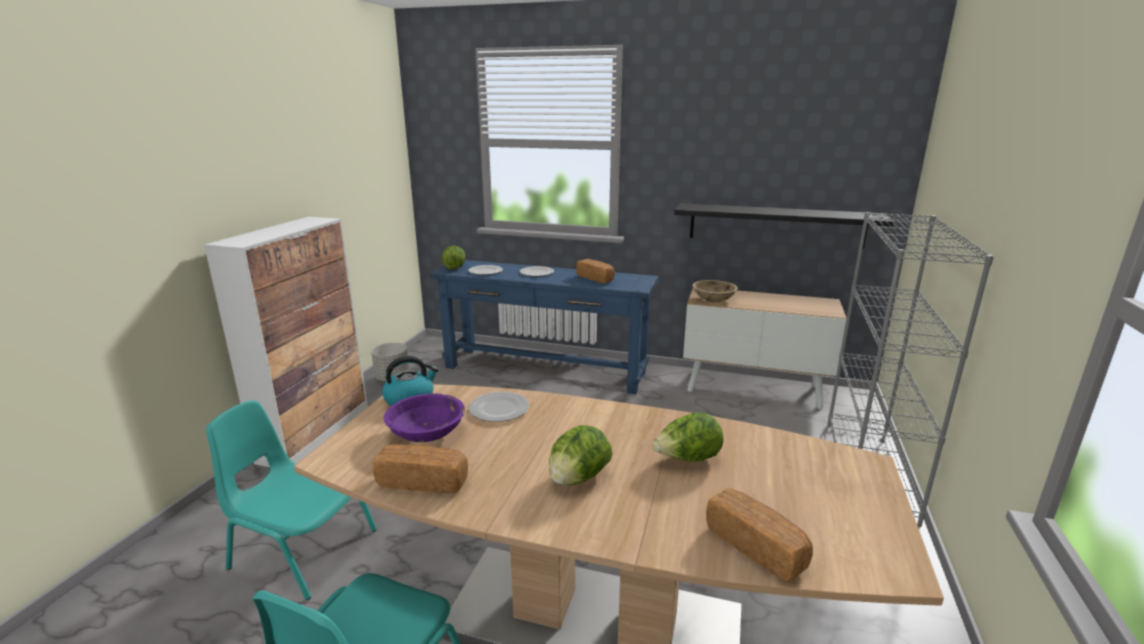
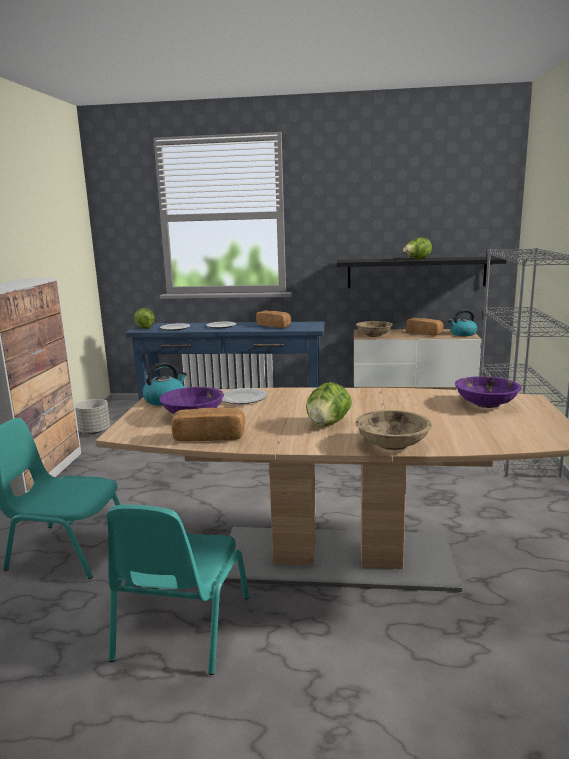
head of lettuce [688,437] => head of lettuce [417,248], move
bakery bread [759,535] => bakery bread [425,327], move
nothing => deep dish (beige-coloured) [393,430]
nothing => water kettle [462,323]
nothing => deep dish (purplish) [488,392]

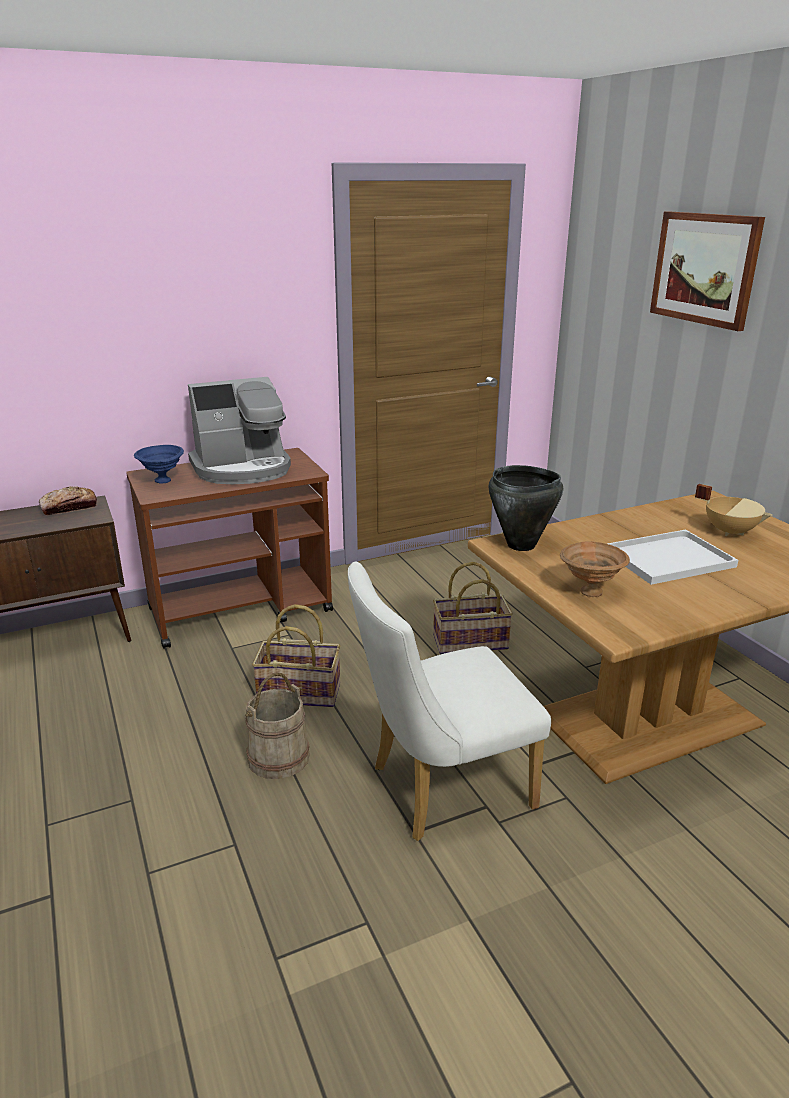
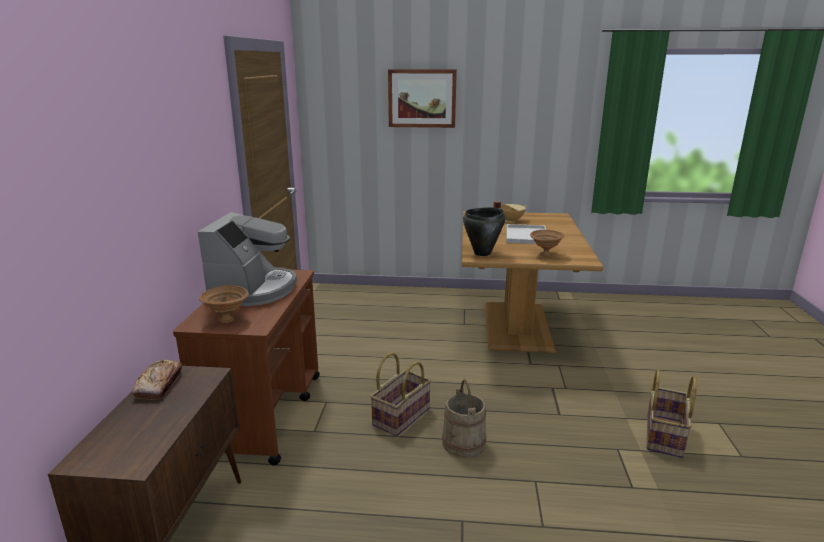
deep dish (blue) [159,464] => deep dish (brown-coloured) [224,304]
chair (whitish) [449,701] => nothing
household basket [473,608] => household basket [672,413], move

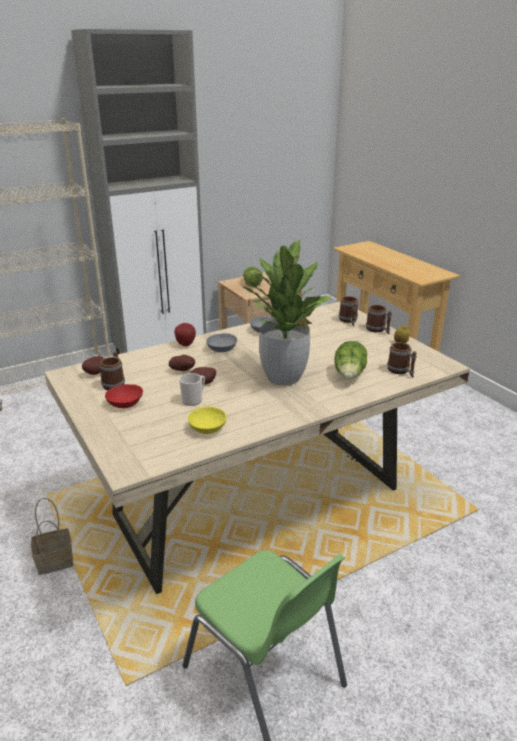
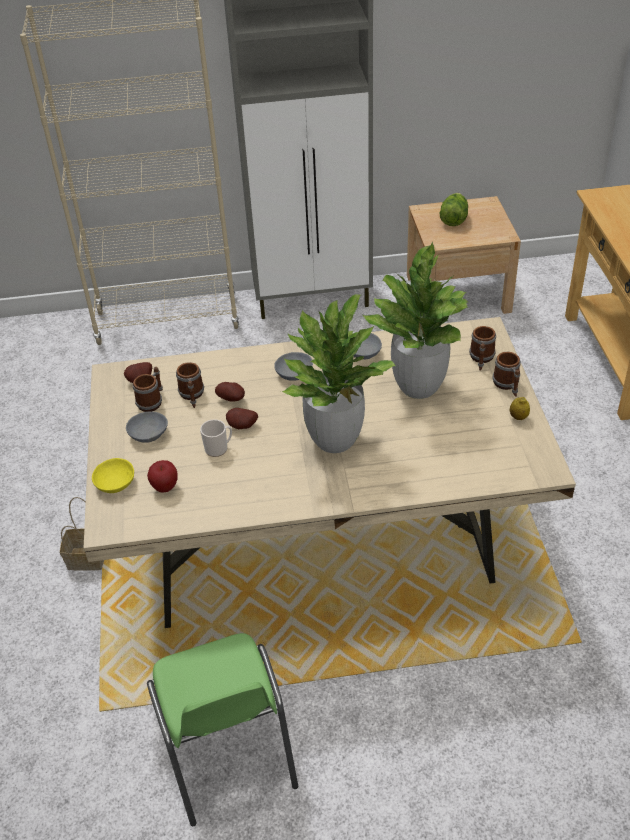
deep dish (red) [124,396] => deep dish (greyish) [147,427]
apple fruit [185,334] => apple fruit [162,476], move
deep dish (yellow) [207,420] => deep dish (yellow) [113,475], move
head of lettuce [350,360] => nothing
mug [402,360] => mug [190,385], move
nothing => plant in a pot [415,320]

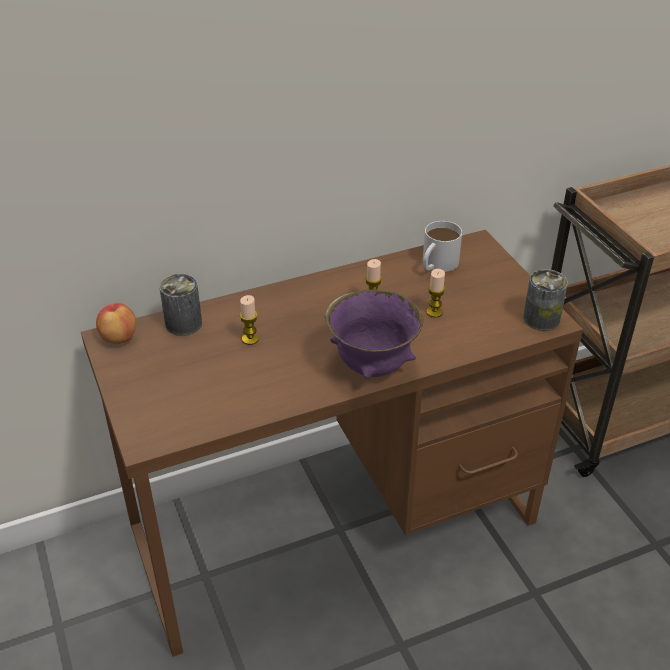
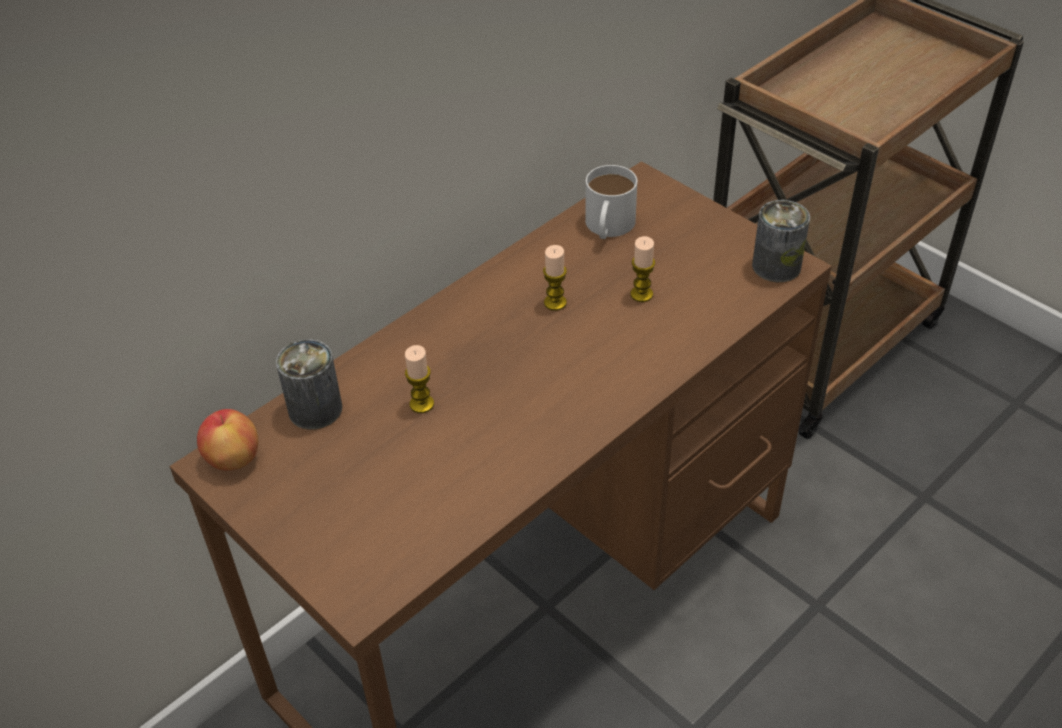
deep dish (purplish) [374,334] => nothing

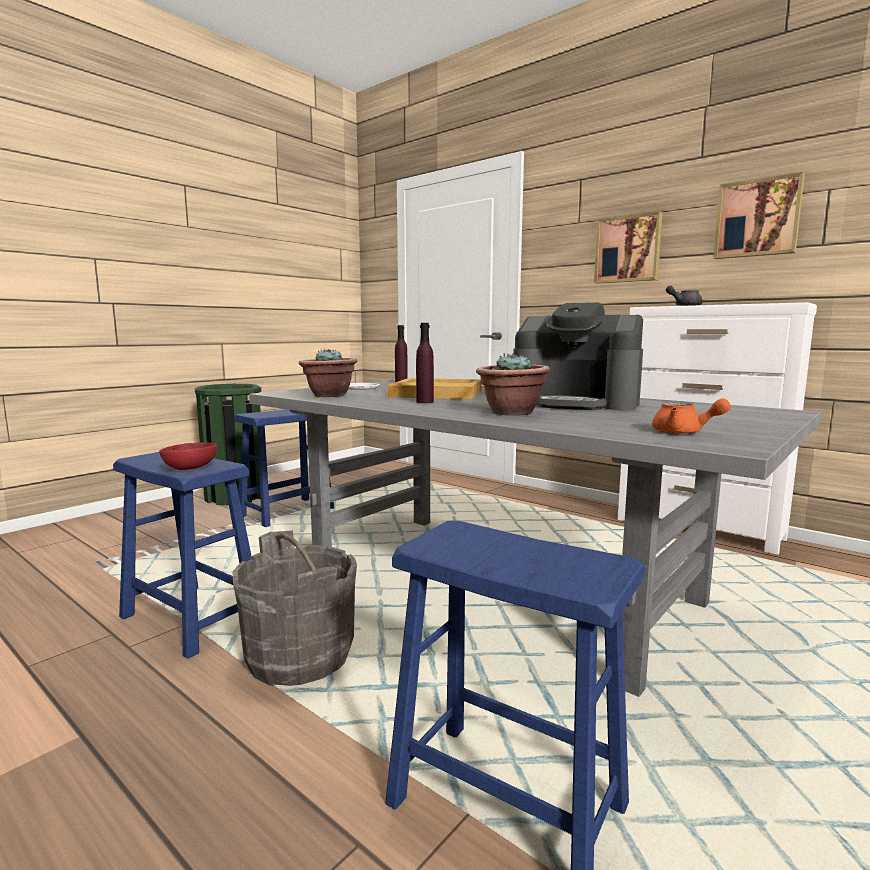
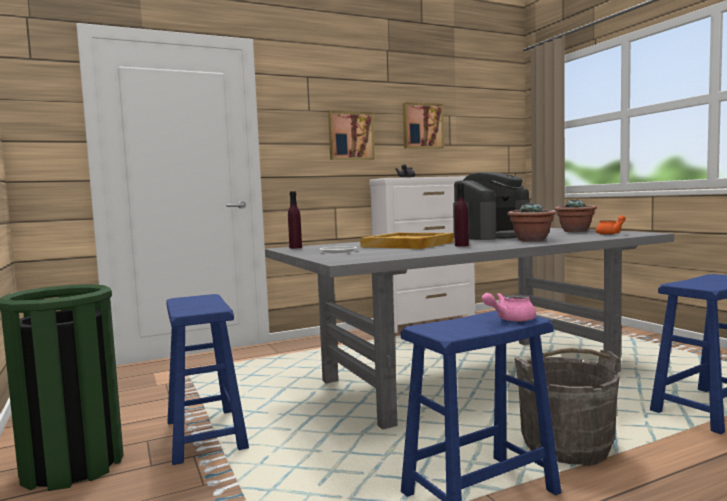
deep dish (red) [188,456] => pot for tea (pink-coloured) [509,307]
plant in a pot [328,373] => plant in a pot [575,215], move

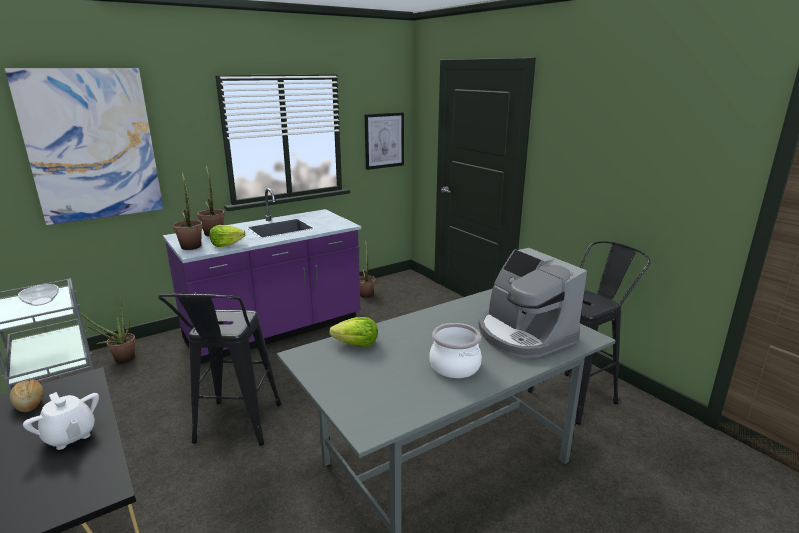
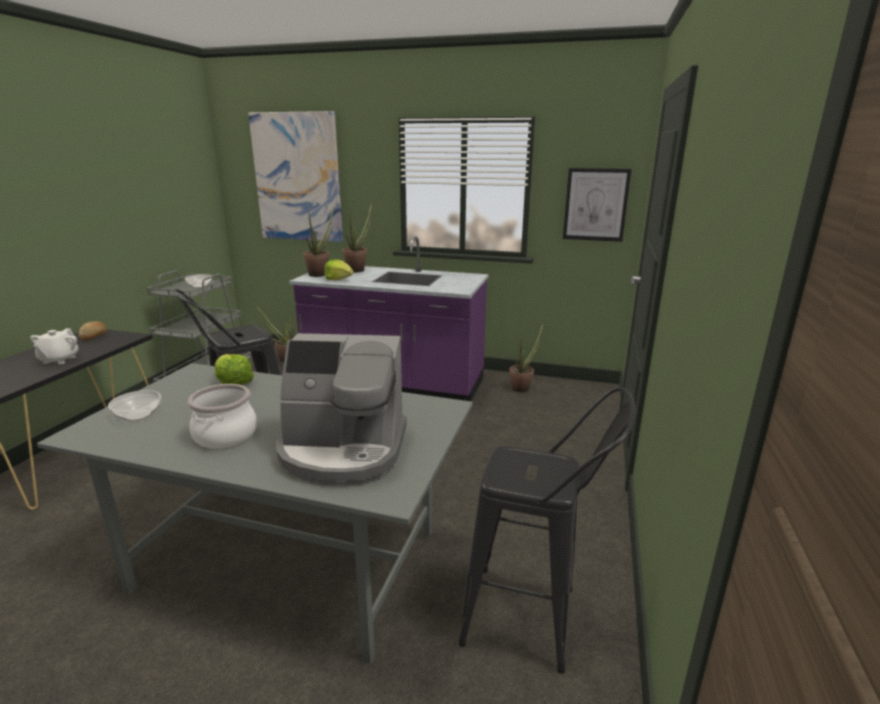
coffee brewer [532,303] => coffee brewer [341,409], 105 degrees counterclockwise
nothing => deep dish [134,405]

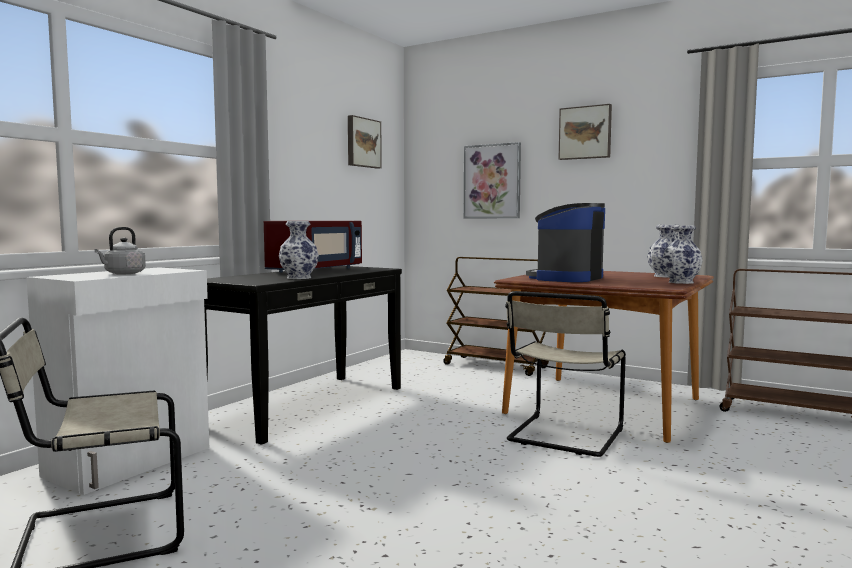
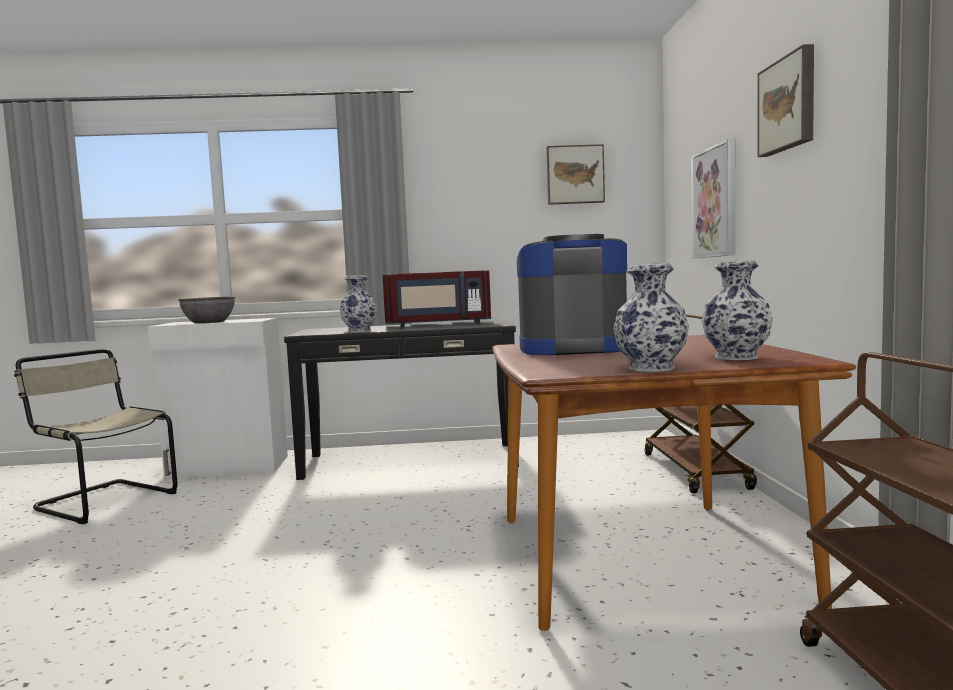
water kettle (greyish) [120,250] => deep dish (greyish) [207,309]
chair (beige-coloured) [565,374] => nothing

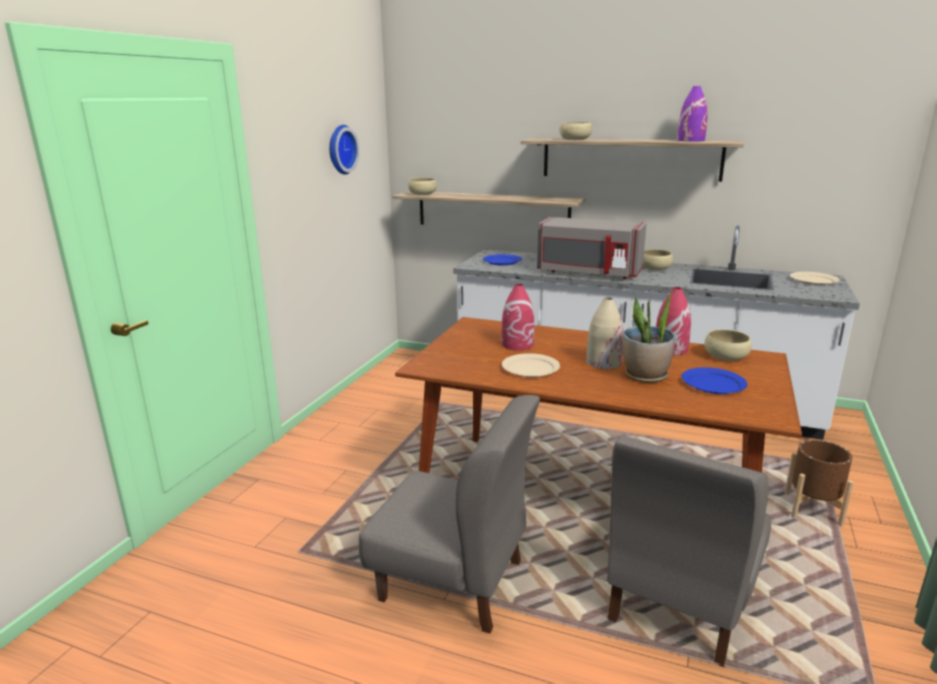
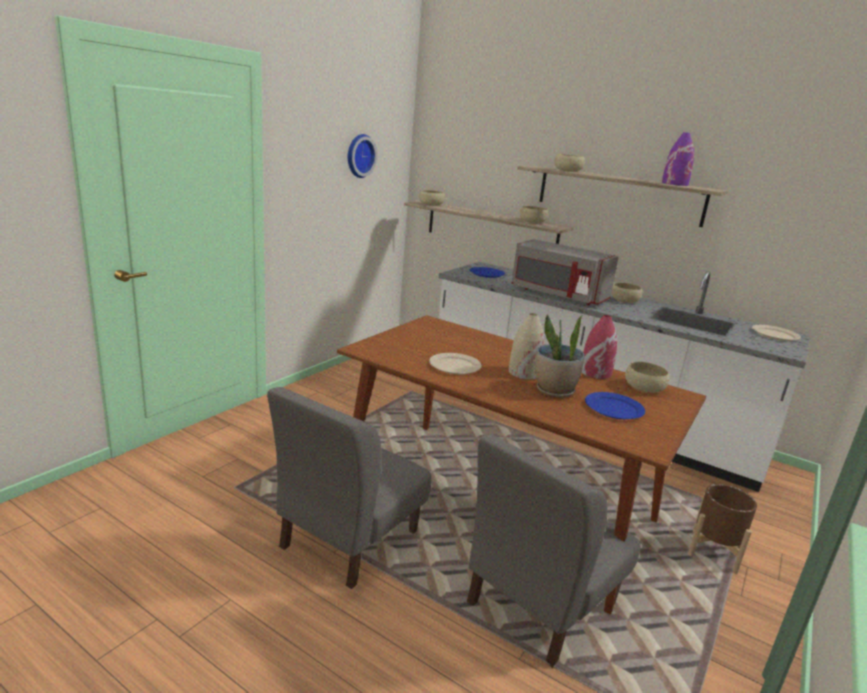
chair (greyish) [449,514] => chair (greyish) [349,488], 90 degrees clockwise
vase (red) [517,317] => nothing
nothing => deep dish (beige-coloured) [534,214]

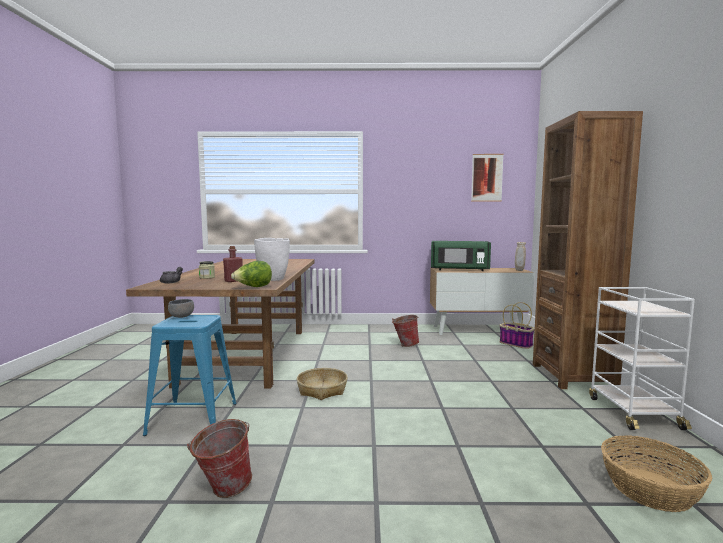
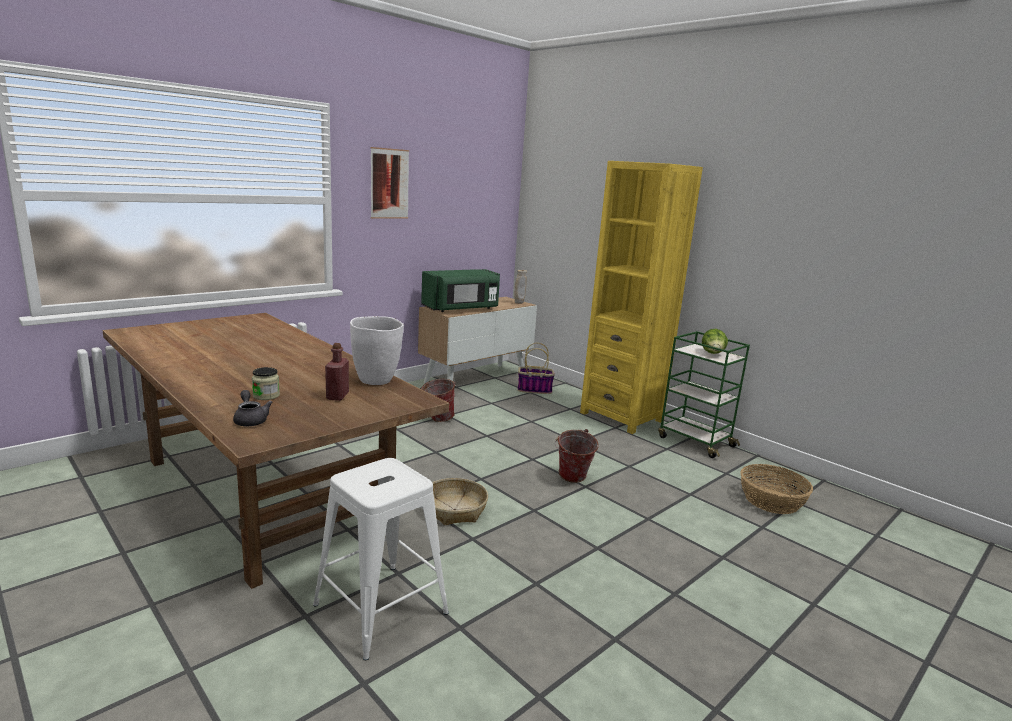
stool (blue) [190,375] => stool (whitish) [381,559]
deep dish (greyish) [181,308] => nothing
pail [219,458] => pail [577,456], move
head of lettuce [251,274] => head of lettuce [715,341], move
wall art [487,177] => wall art [389,183], move
bookshelf (brown-coloured) [588,250] => bookshelf (yellow) [641,297]
cart (whitish) [642,358] => cart (green-coloured) [704,394]

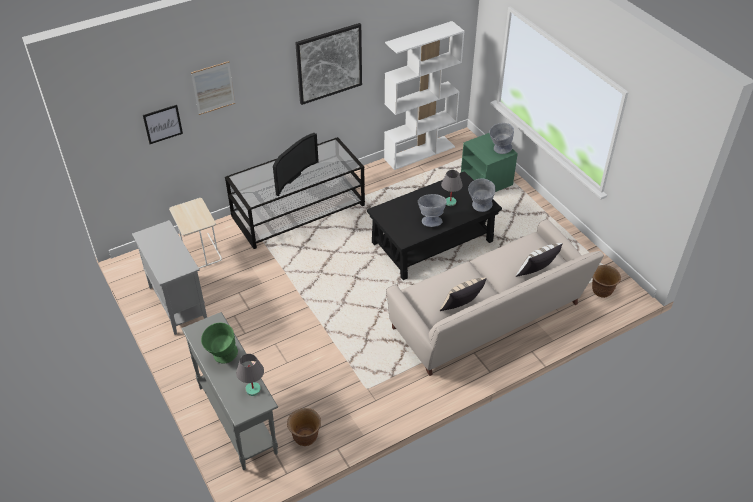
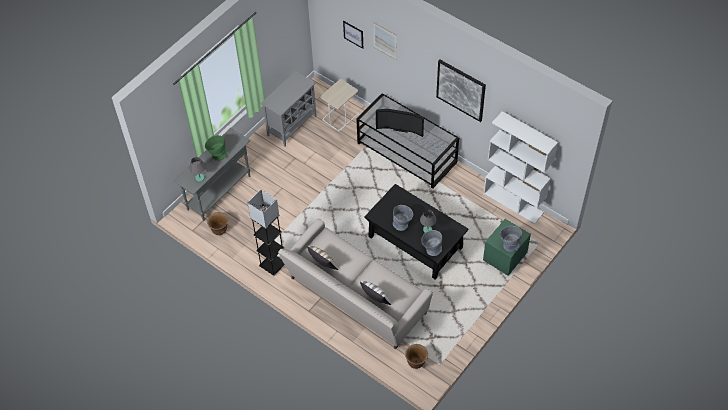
nothing => standing lamp (greyish) [266,232]

